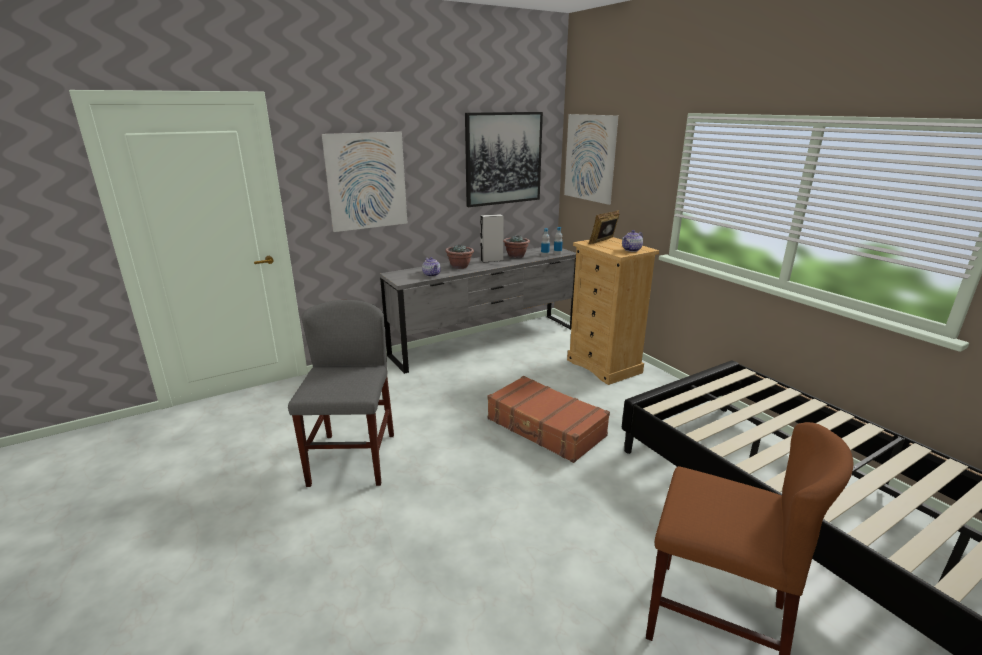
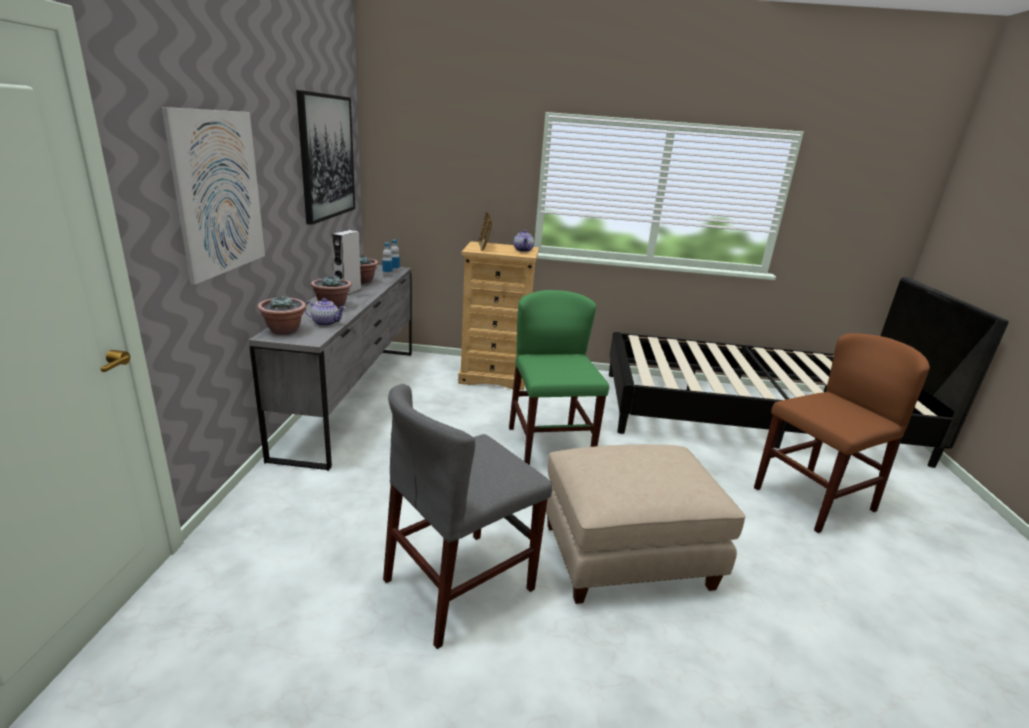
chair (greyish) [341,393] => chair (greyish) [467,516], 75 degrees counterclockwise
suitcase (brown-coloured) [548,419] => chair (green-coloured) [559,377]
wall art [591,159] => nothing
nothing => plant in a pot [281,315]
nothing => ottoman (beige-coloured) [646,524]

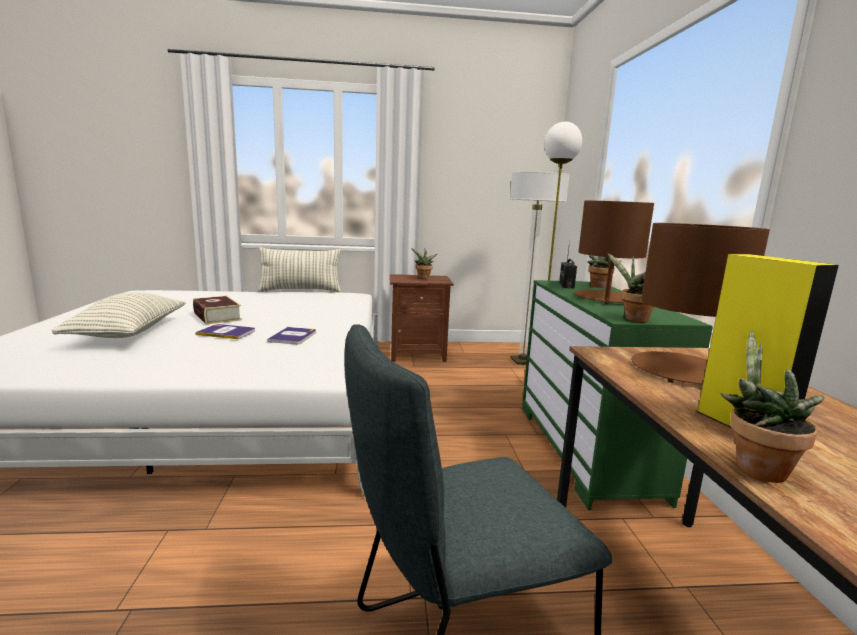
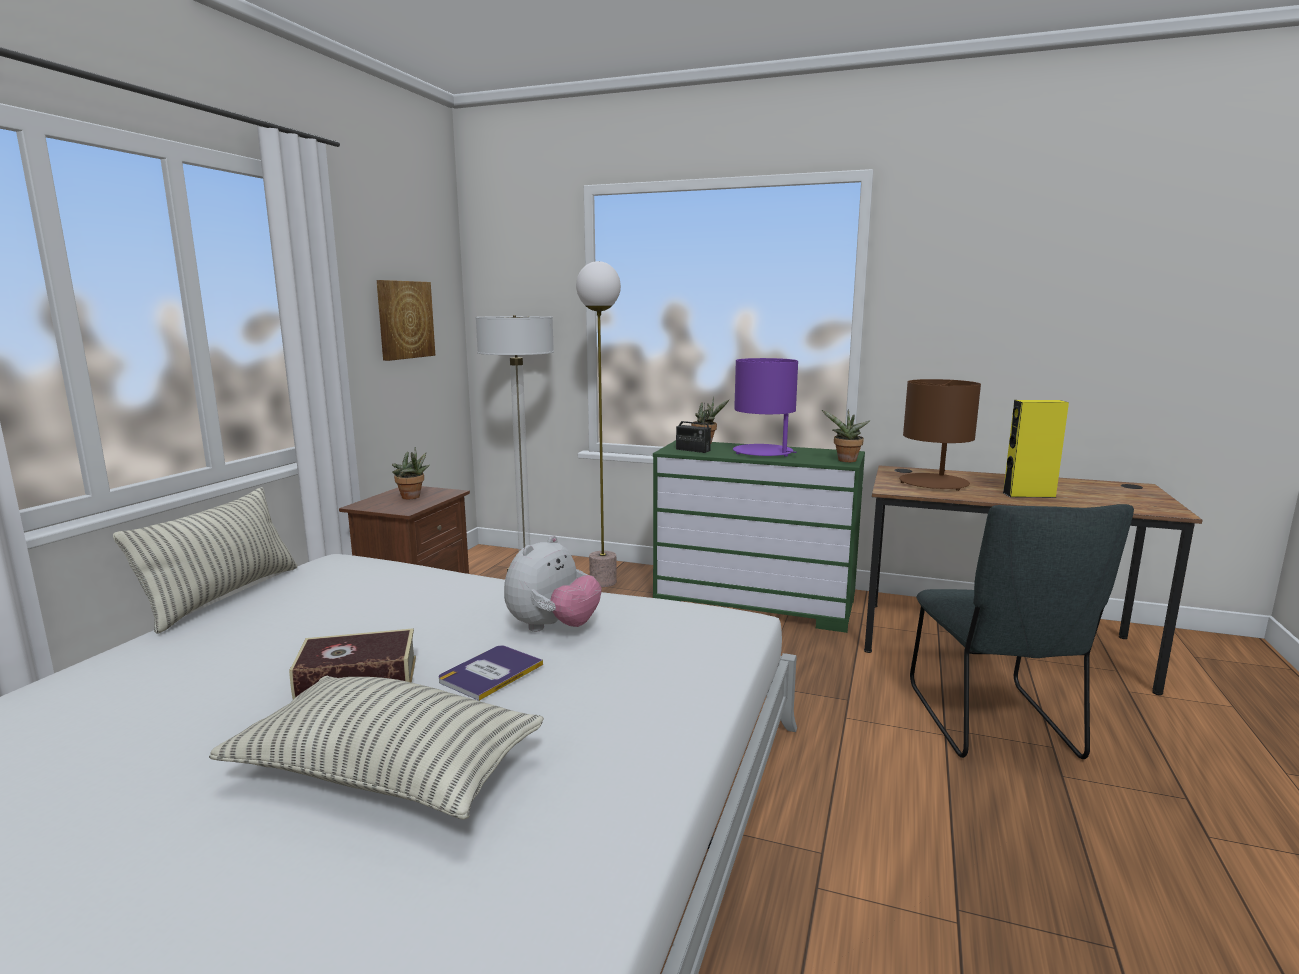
bound book [291,335] => cuddly toy [553,583]
lamp for a table (brown-coloured) [614,252] => lamp for a table (purplish) [765,407]
plant in a pot [773,407] => nothing
nothing => wall art [406,320]

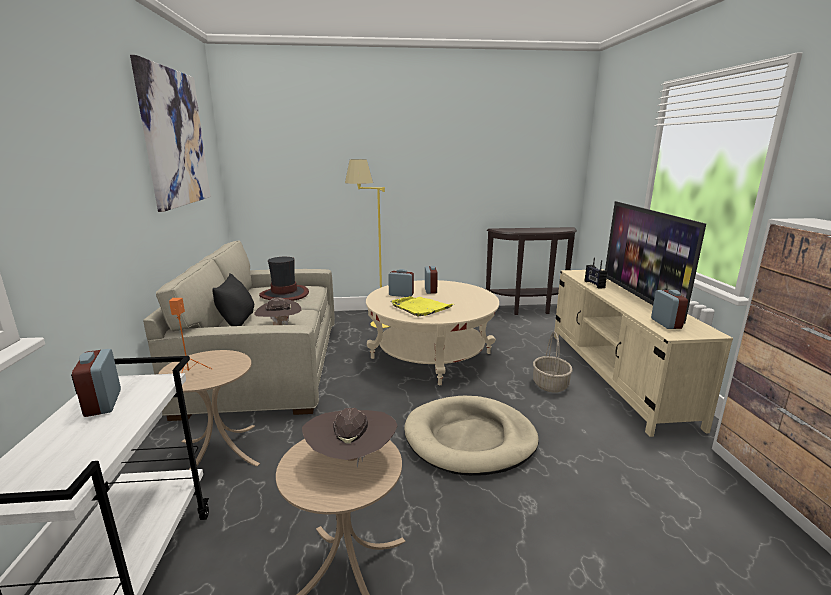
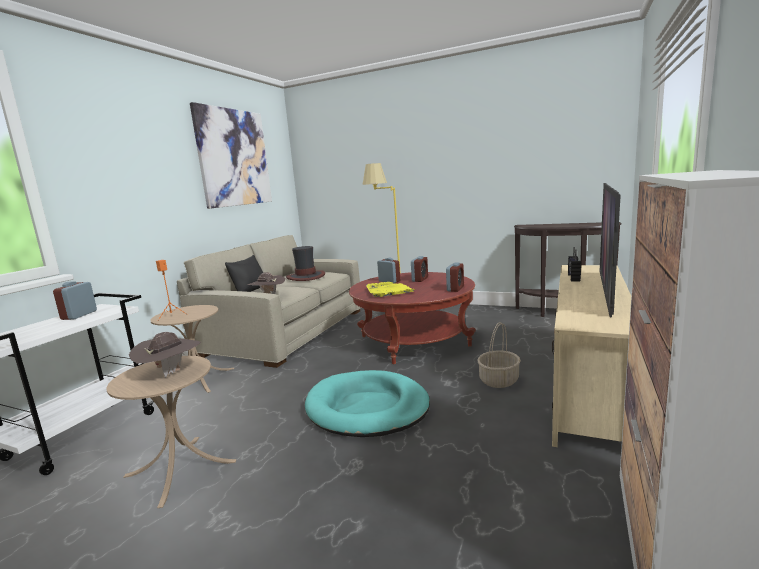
lounge table (beige-coloured) [432,332] => lounge table (red) [412,318]
pet bed (beige-coloured) [471,436] => pet bed (blue-green) [367,403]
bedside clock [669,309] => bedside clock [455,277], move

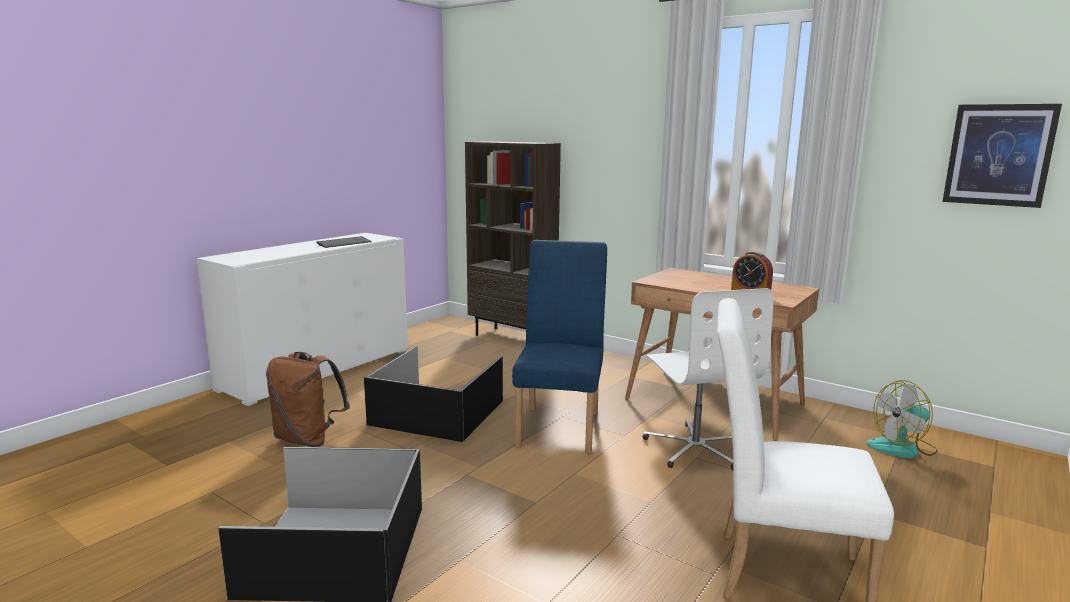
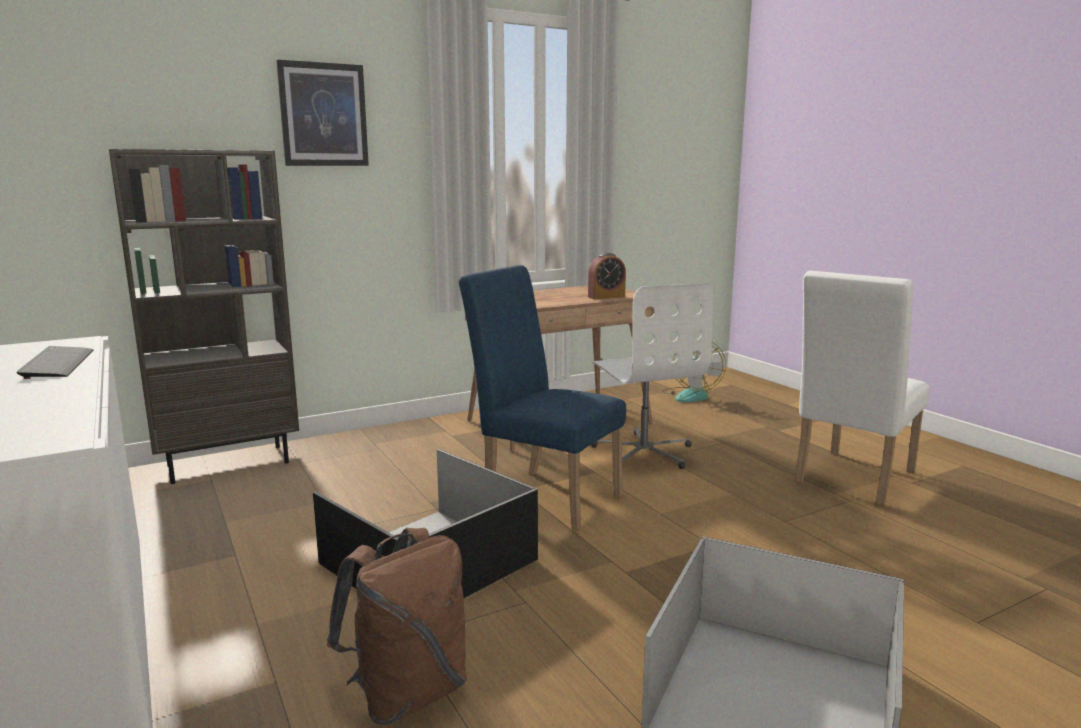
desk chair (whitish) [708,379] => desk chair (whitish) [652,376], 60 degrees clockwise
wall art [1002,156] => wall art [322,113], move

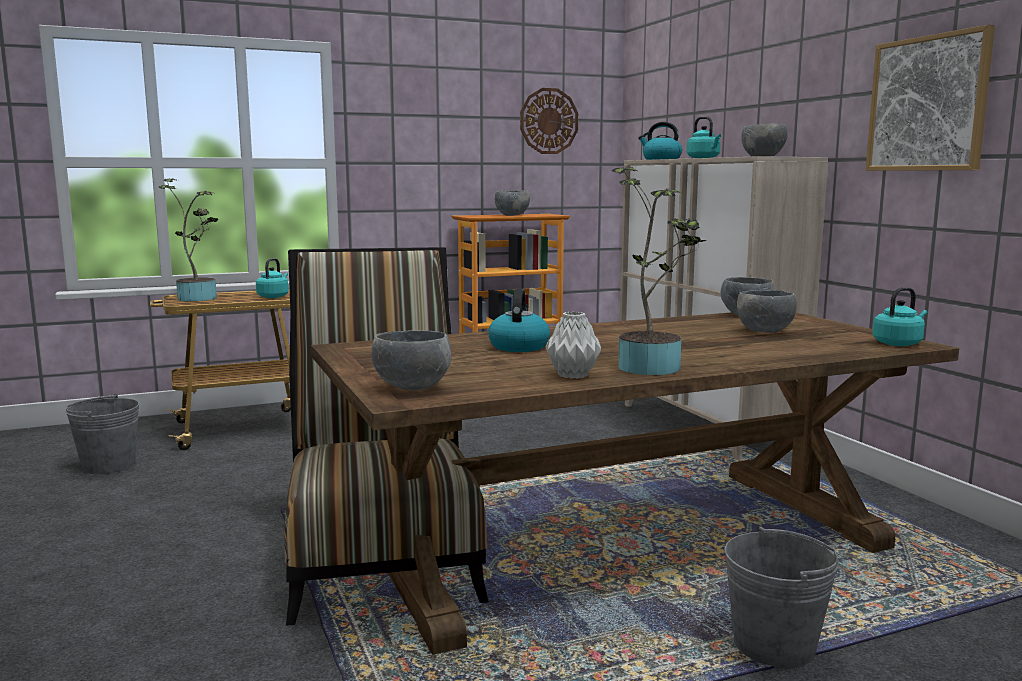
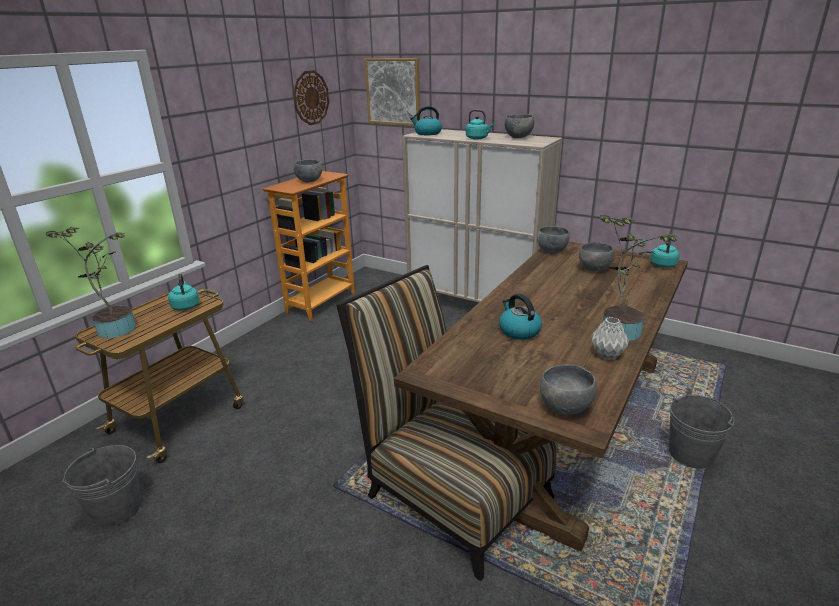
wall art [930,98] => wall art [392,92], move

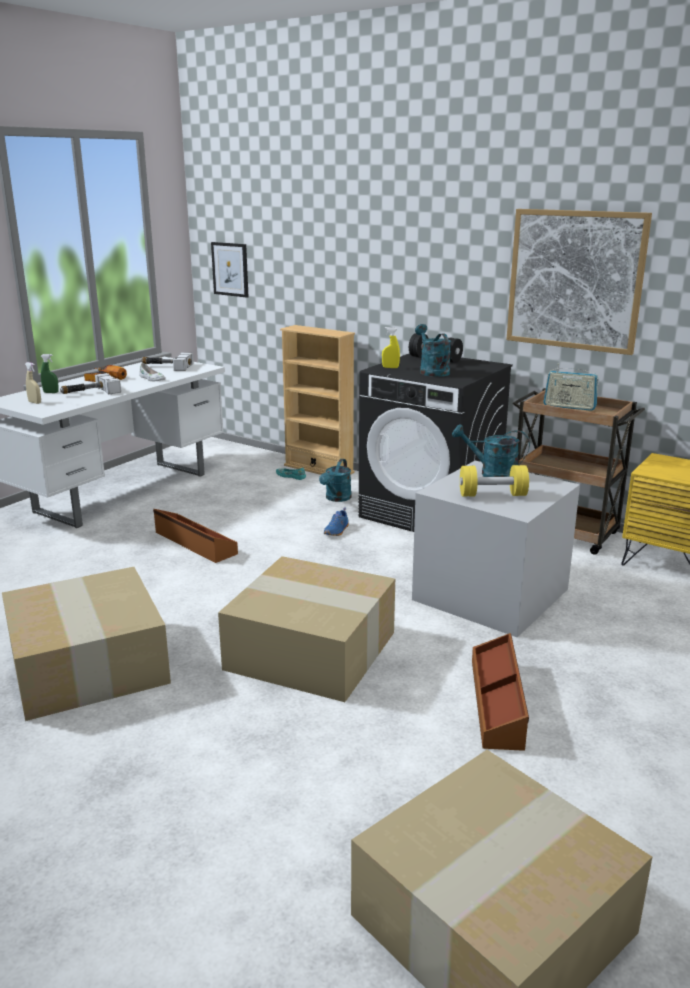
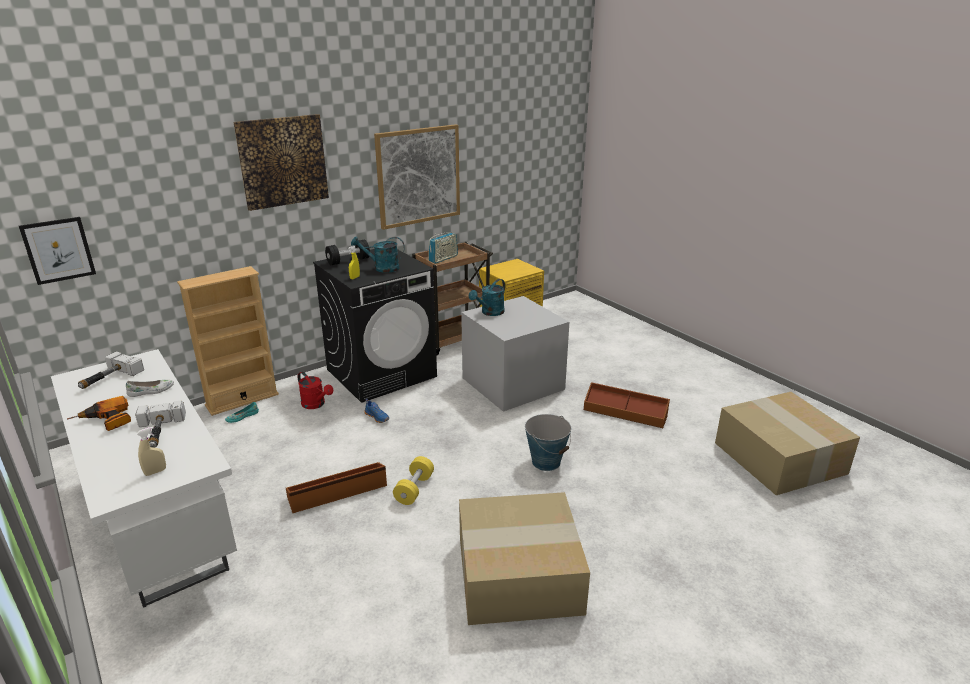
sprayer (green-coloured) [50,373] => nothing
cardboard box [306,629] => pail [548,442]
watering pot (blue-green) [335,480] => watering pot (red) [315,390]
hand weight (yellow) [494,481] => hand weight (yellow) [413,480], move
nothing => wall art [281,162]

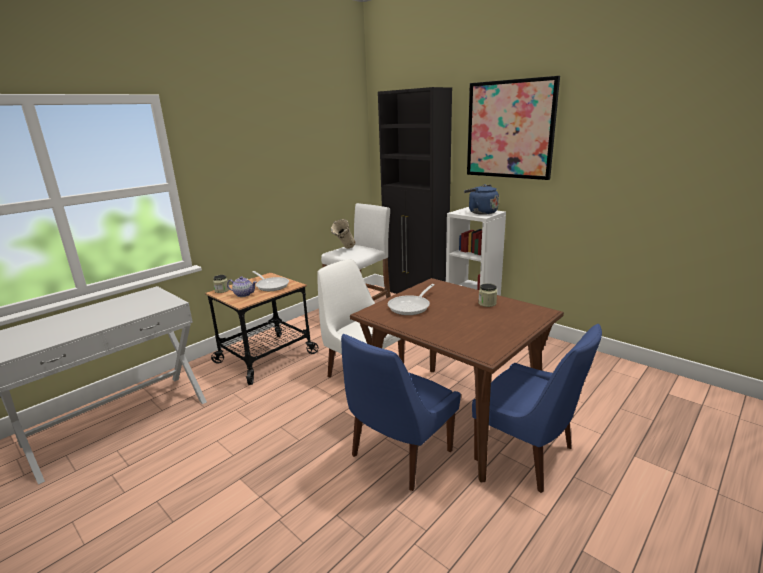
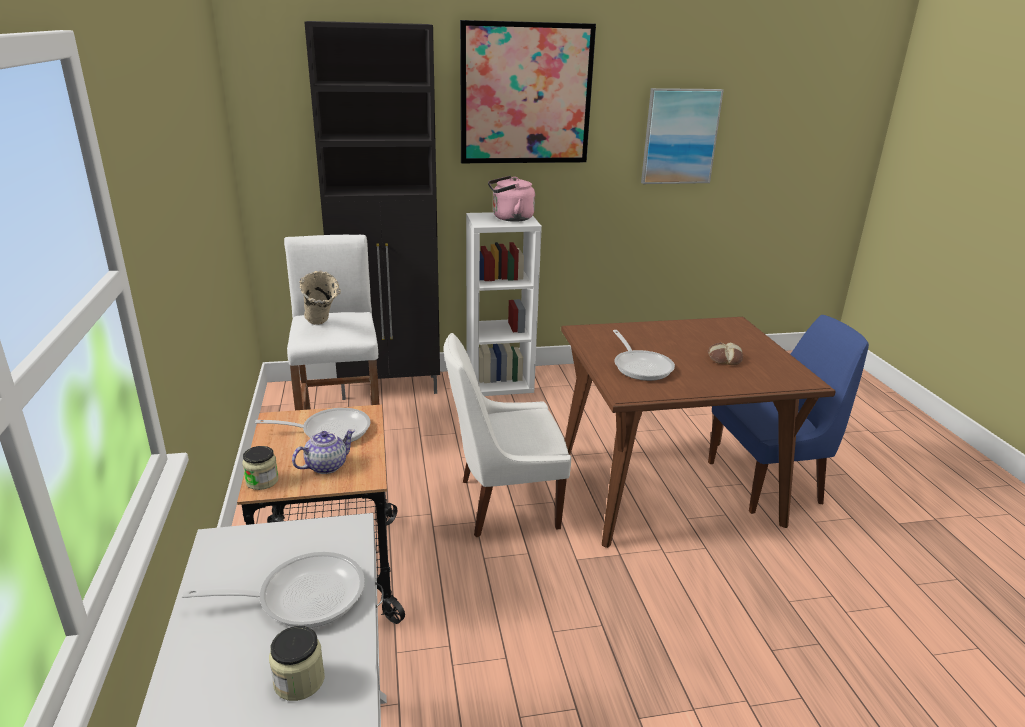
chair (blue) [401,412] => nothing
water kettle (blue) [481,199] => water kettle (pink-coloured) [511,199]
storage jar [487,295] => storage jar [297,663], move
nothing => pan [273,590]
nothing => wall art [682,136]
nothing => bakery bread [725,353]

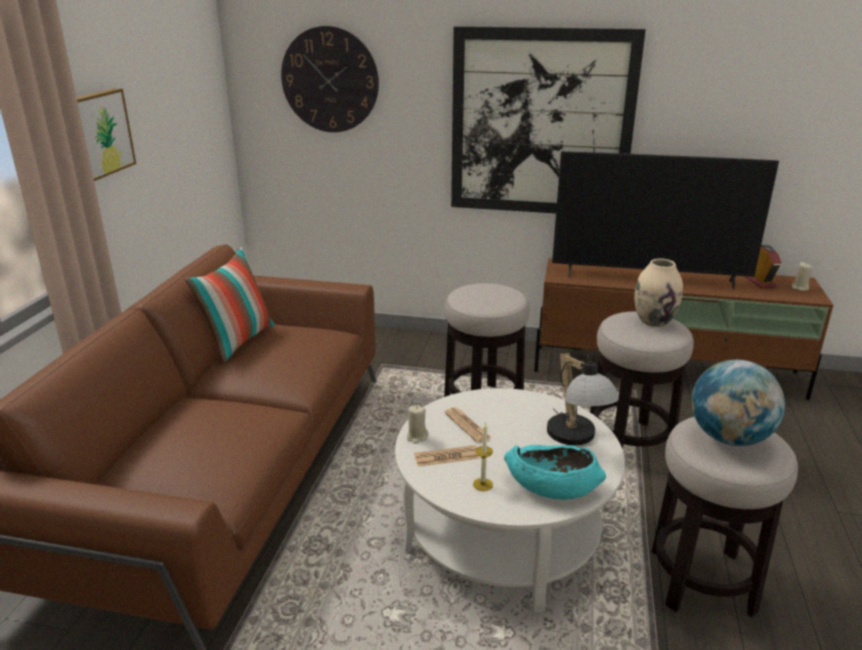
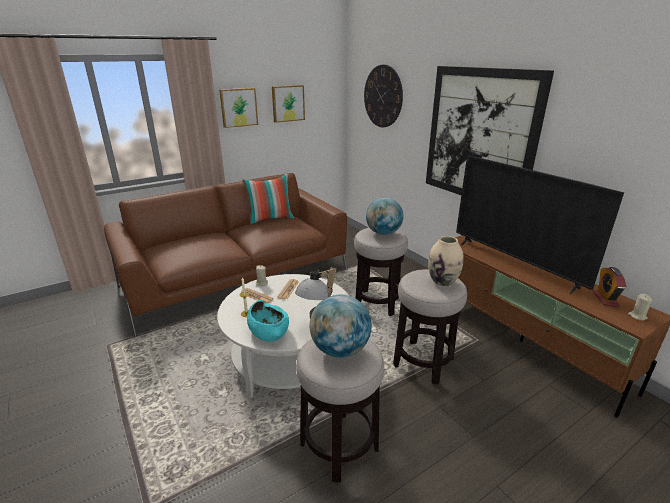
bedside clock [763,267] => bedside clock [609,287], 150 degrees clockwise
nothing => wall art [288,104]
nothing => globe [385,216]

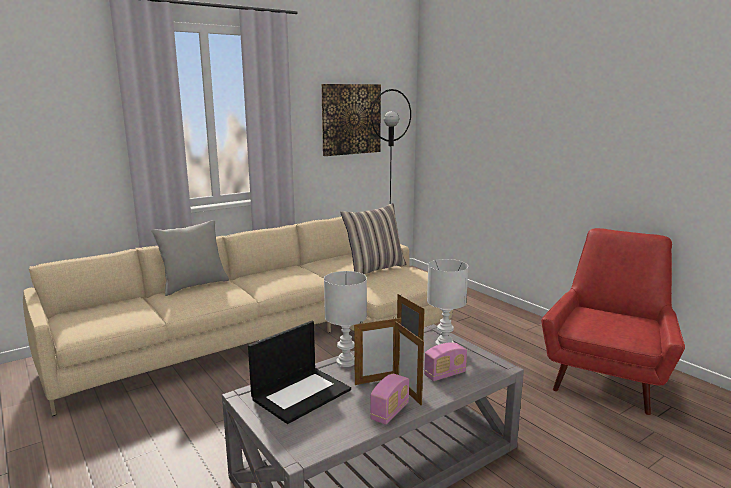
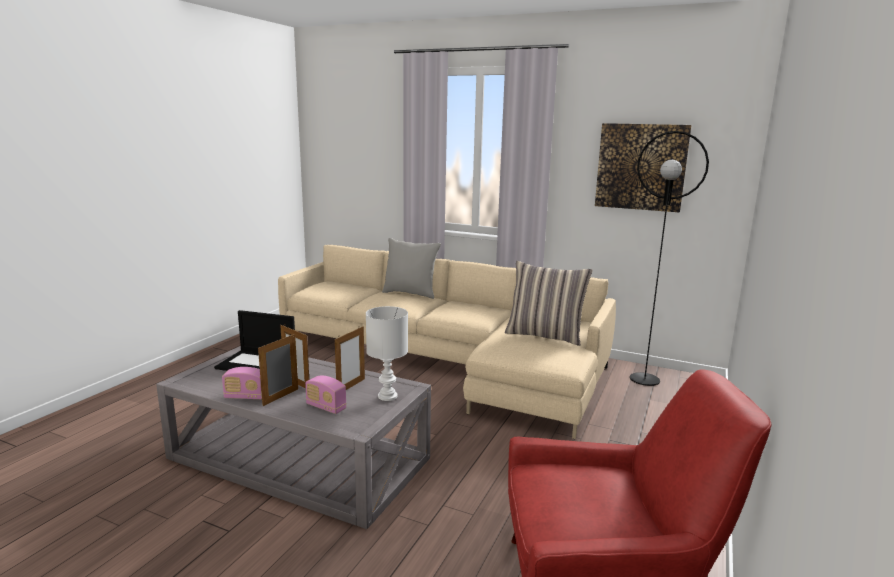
lamp for a table (whitish) [345,319] => nothing

